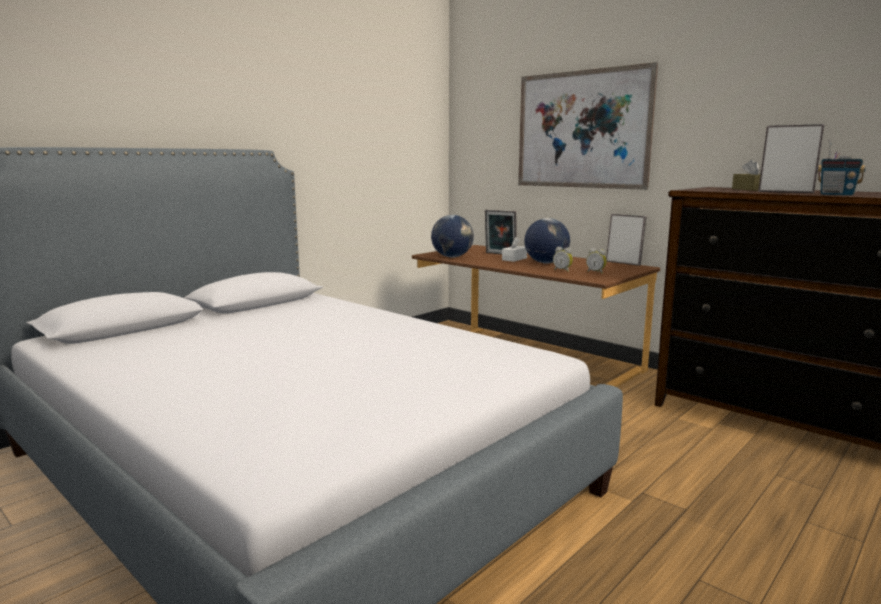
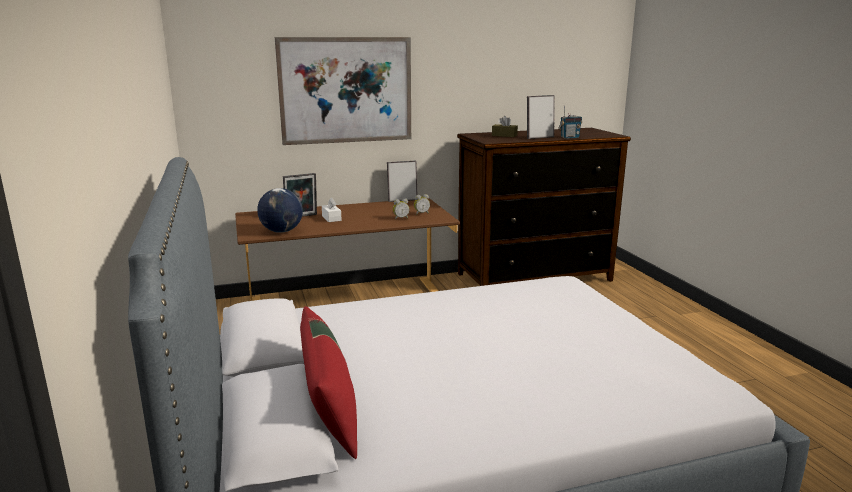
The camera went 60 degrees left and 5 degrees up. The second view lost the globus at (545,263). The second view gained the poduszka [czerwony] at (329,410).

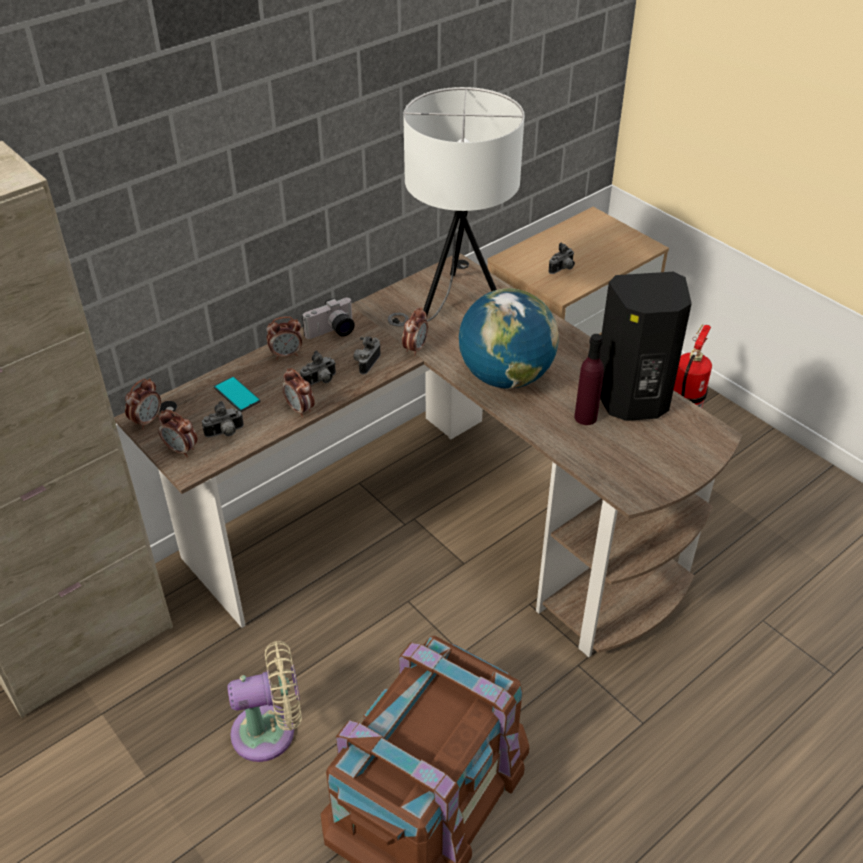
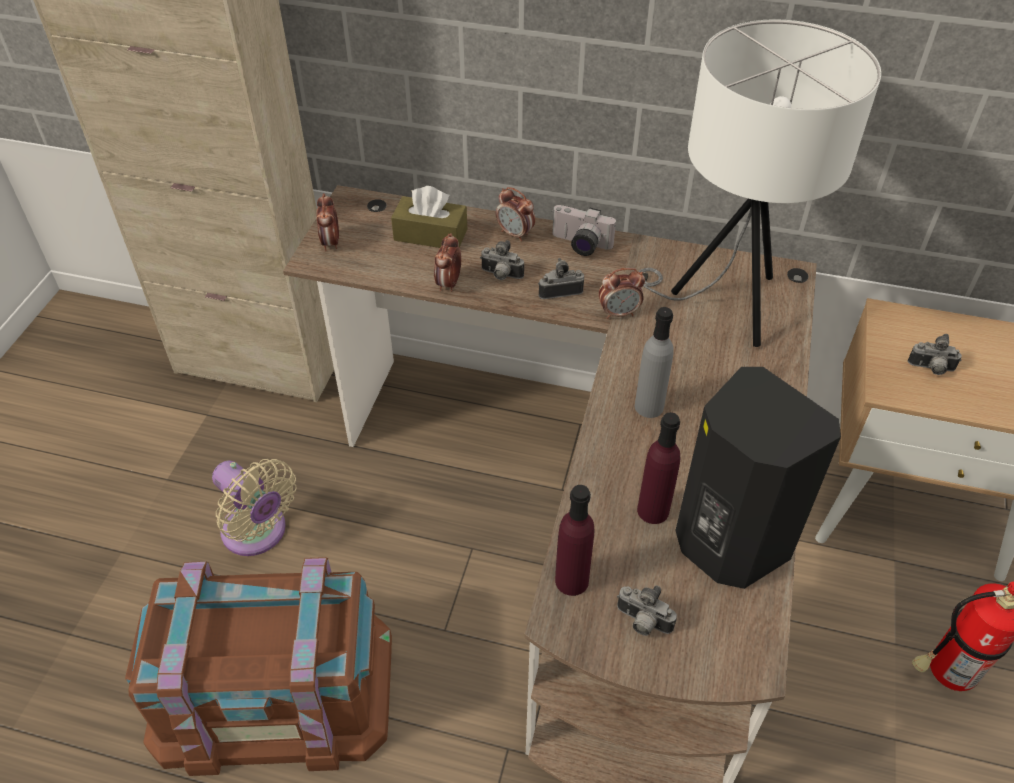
The camera went 55 degrees right and 5 degrees up. Where the globus stood at (505,377), the butelka [szary] came to stand at (649,406). Where the telefon stood at (237,395), the pudełko chusteczek [brązowy] came to stand at (430,235). The second view lost the budzik at (147,421). The aparat fotograficzny ended up elsewhere, having gone from (225,433) to (642,622). The second view gained the butelka [fioletowy] at (571,580).

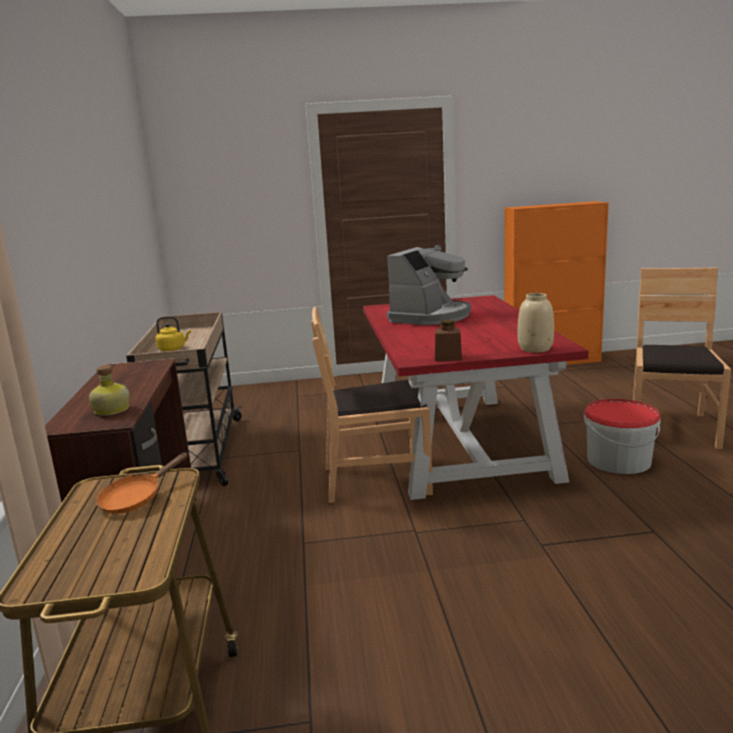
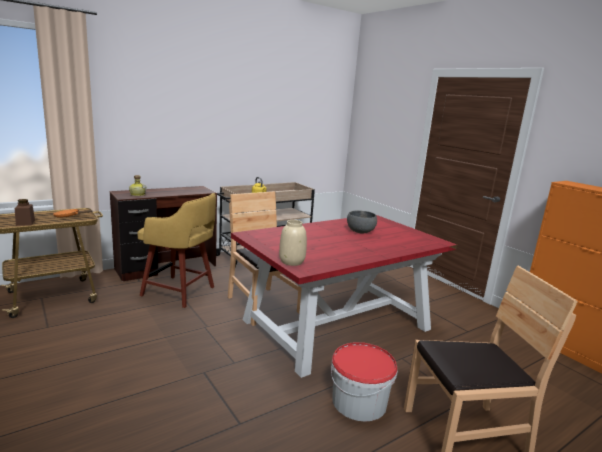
The camera went 60 degrees right and 0 degrees up. Where the ekspres do kawy stood at (430,316), the miska [szary] came to stand at (360,231). The słoik [brązowy] ended up elsewhere, having gone from (448,357) to (25,223). The second view gained the stołek [żółty] at (180,292).

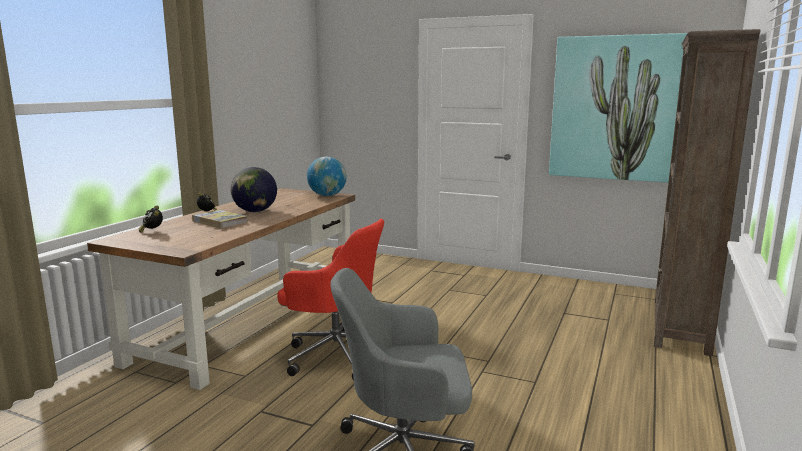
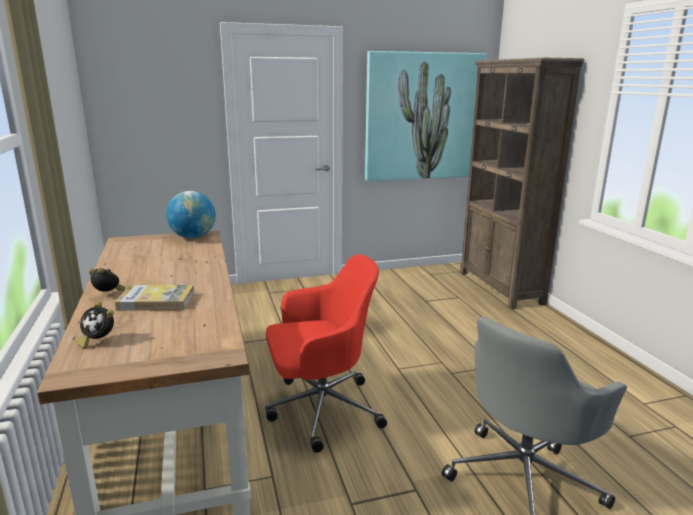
The camera went 40 degrees left and 5 degrees up. The second view lost the globus at (255,211).

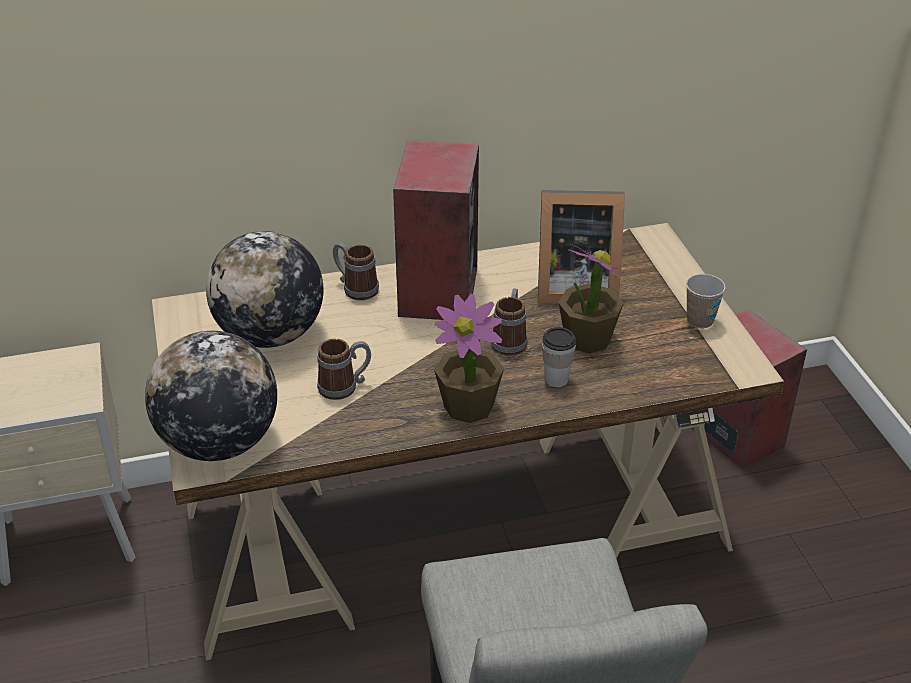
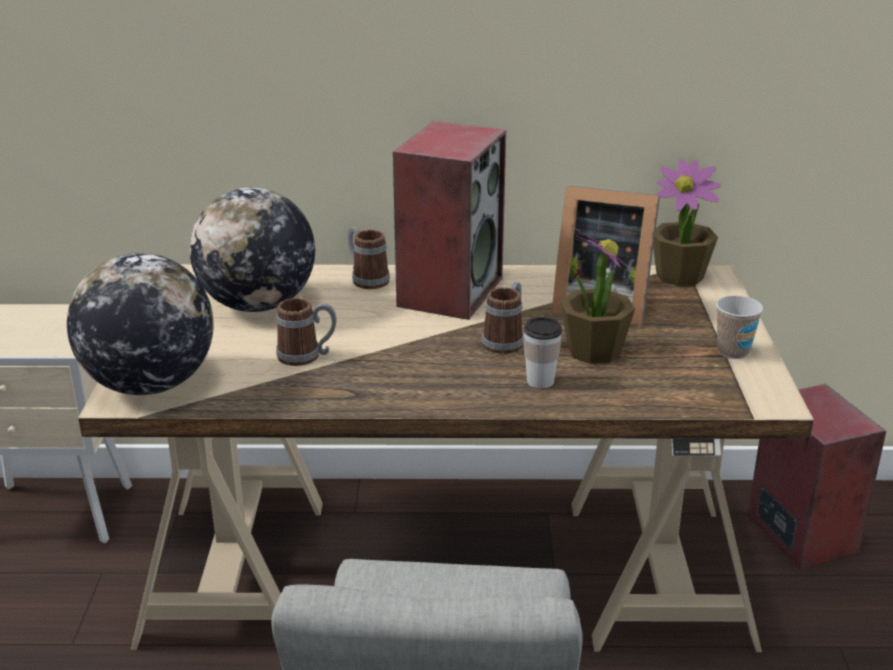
The camera went 15 degrees right and 10 degrees down. The roślina doniczkowa ended up elsewhere, having gone from (469,406) to (680,276).

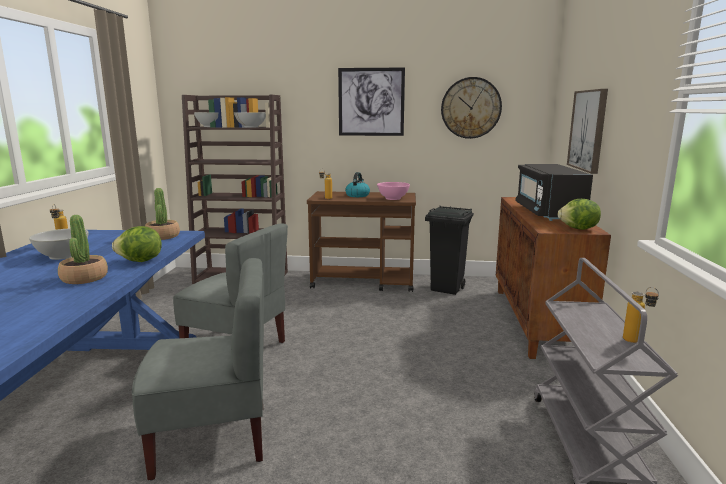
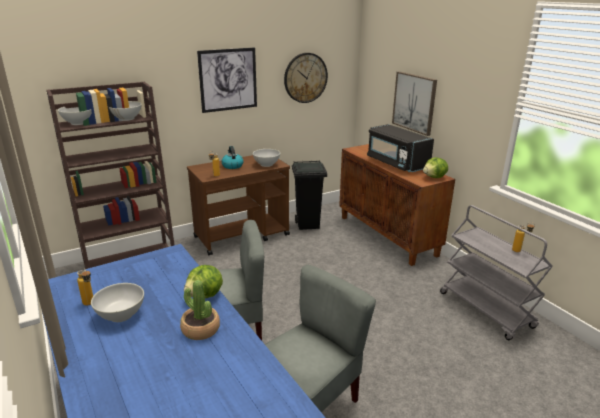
The camera went 35 degrees left and 10 degrees up. What was the miska [różowy] at (393,198) turned into the miska [biały] at (266,164). The second view lost the roślina doniczkowa at (162,236).

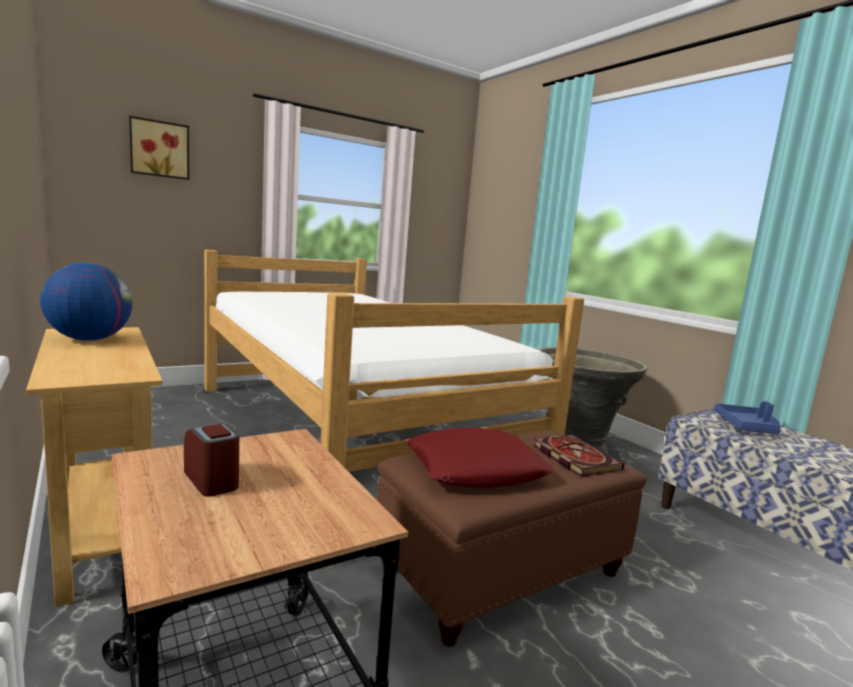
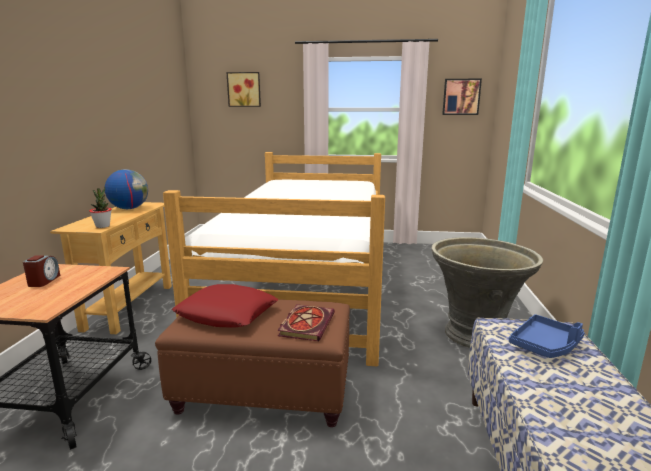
The camera went 40 degrees right and 5 degrees up. The second view gained the obraz at (461,97). The second view gained the roślina doniczkowa at (103,226).

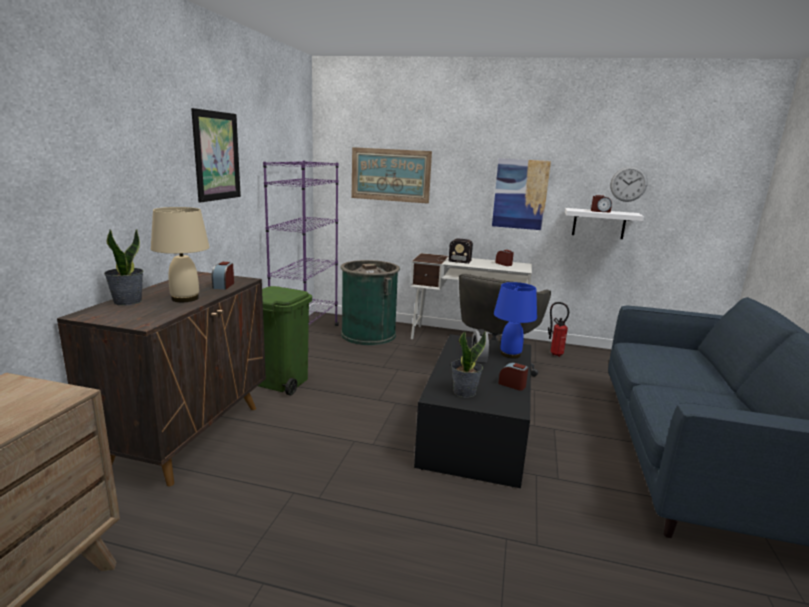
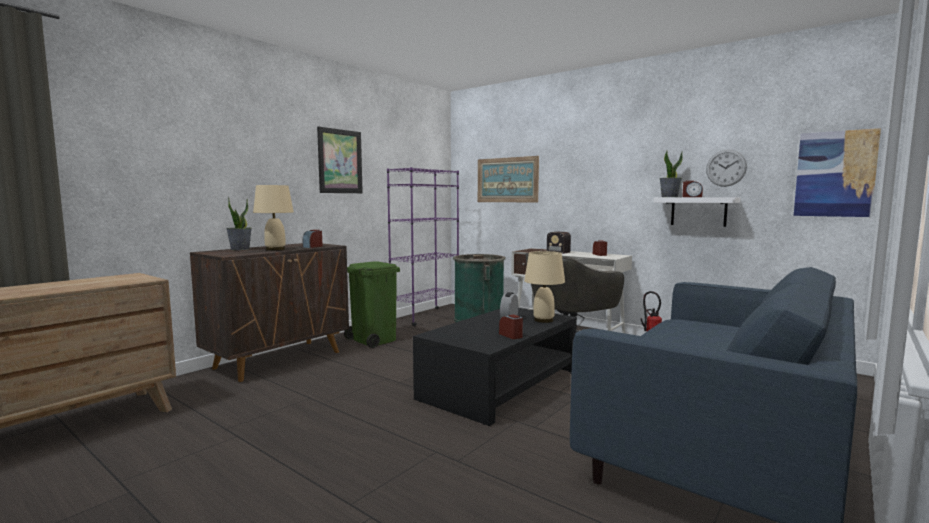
The camera went 25 degrees right and 10 degrees down. The obraz ended up elsewhere, having gone from (520,194) to (835,174). What was the lampa stołowa [niebieski] at (511,354) turned into the lampa stołowa [beżowy] at (544,320). The roślina doniczkowa ended up elsewhere, having gone from (464,392) to (669,197).

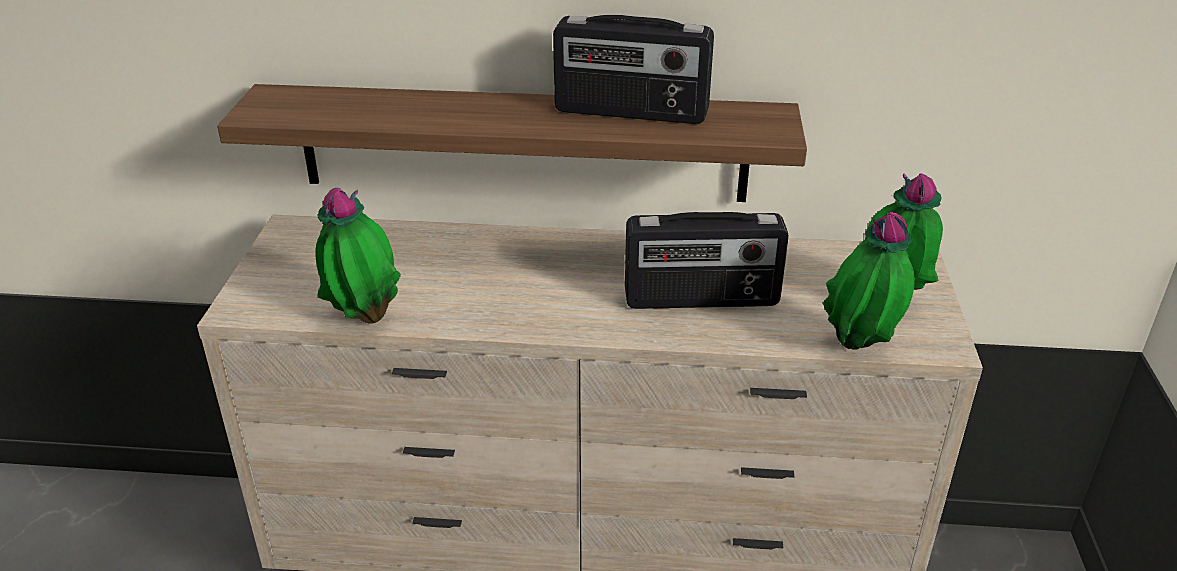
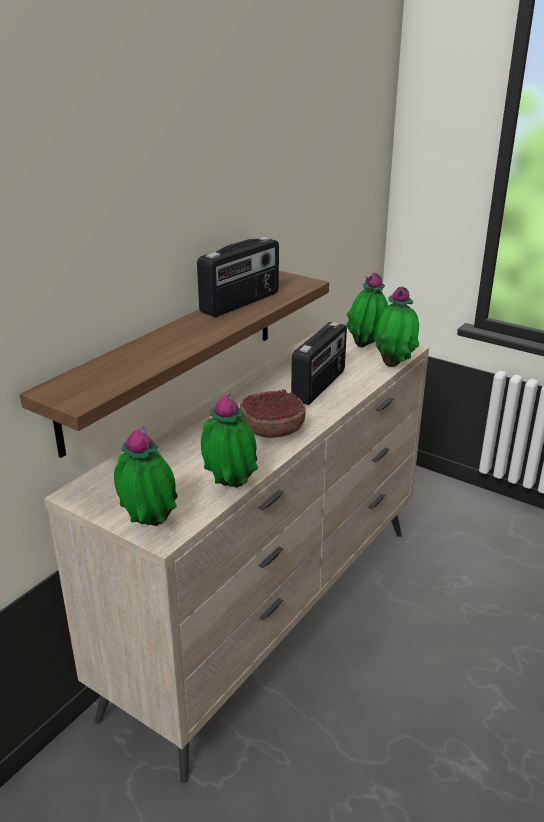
The camera went 60 degrees left and 5 degrees down. The second view gained the miska at (273,429). The second view gained the roślina doniczkowa at (148,526).

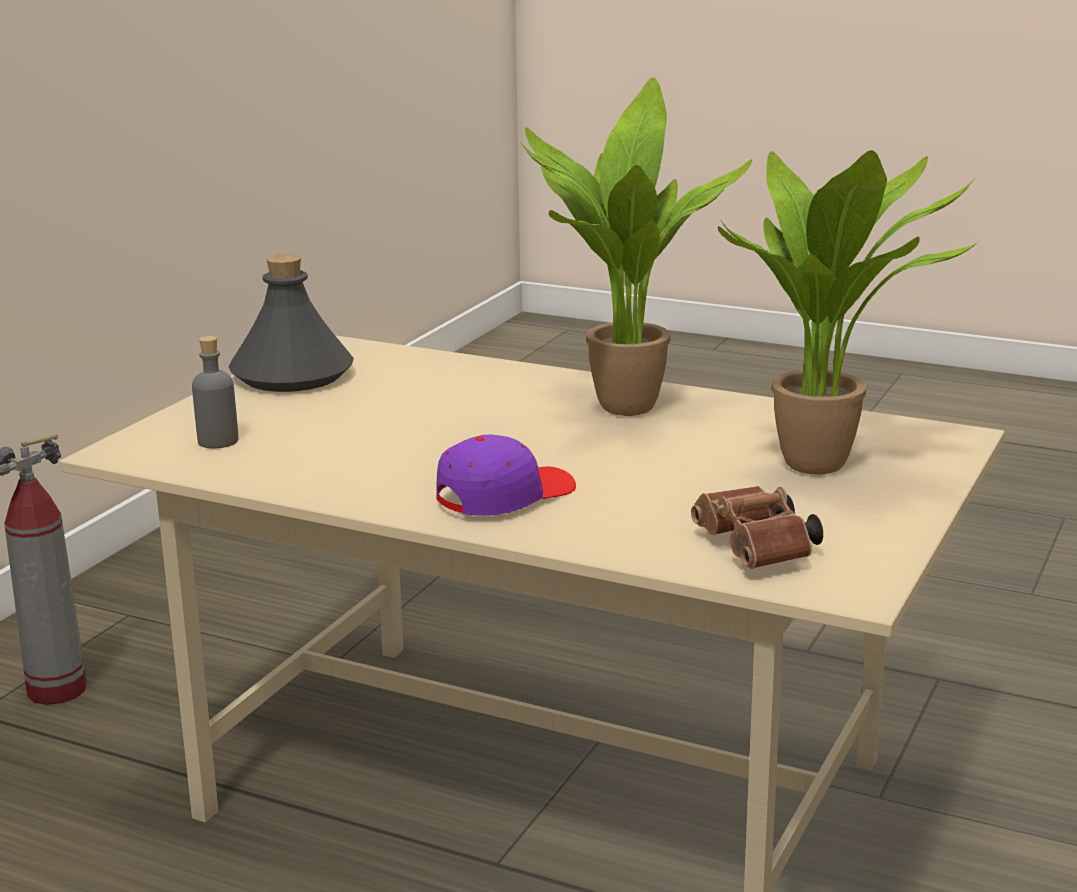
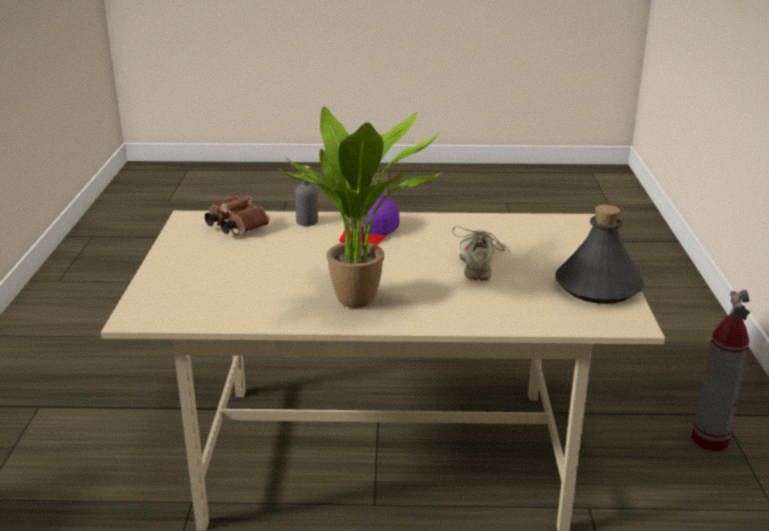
The camera went 155 degrees right and 5 degrees up. The second view lost the roślina doniczkowa at (826,466). The butelka [szary] ended up elsewhere, having gone from (218,441) to (307,221). The second view gained the but [beżowy] at (479,263).

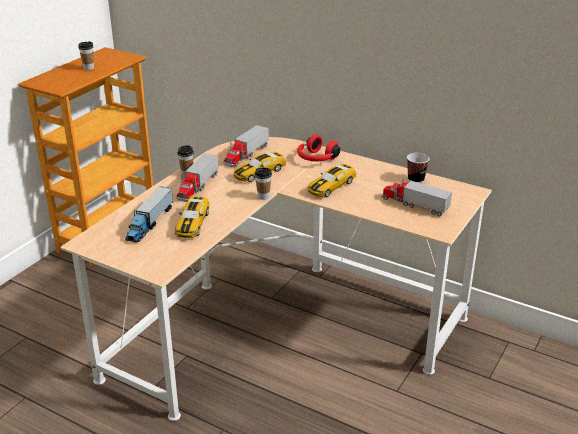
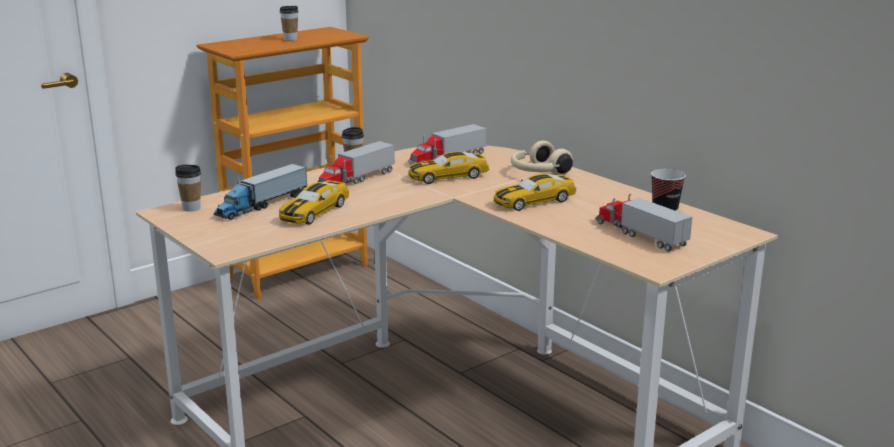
The camera went 20 degrees right and 10 degrees down. What was the słuchawki [czerwony] at (316,159) turned into the słuchawki [beżowy] at (538,173). The filiżanka ended up elsewhere, having gone from (263,196) to (191,208).

